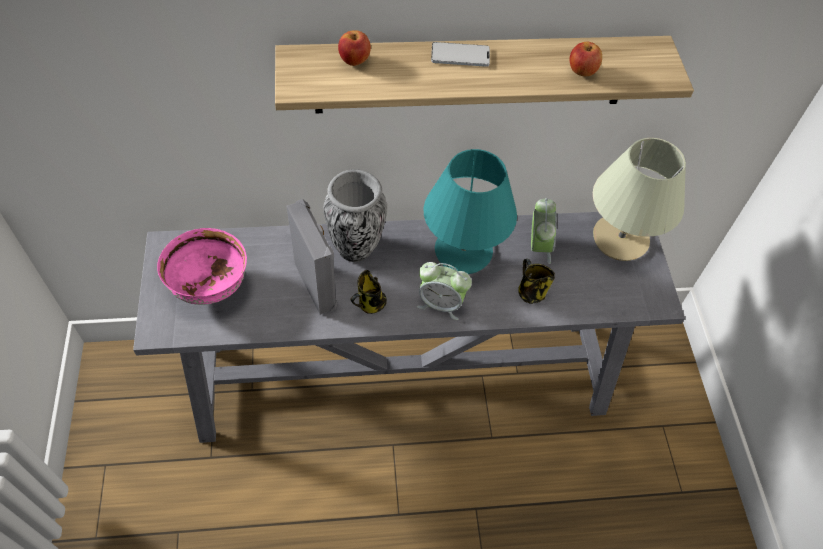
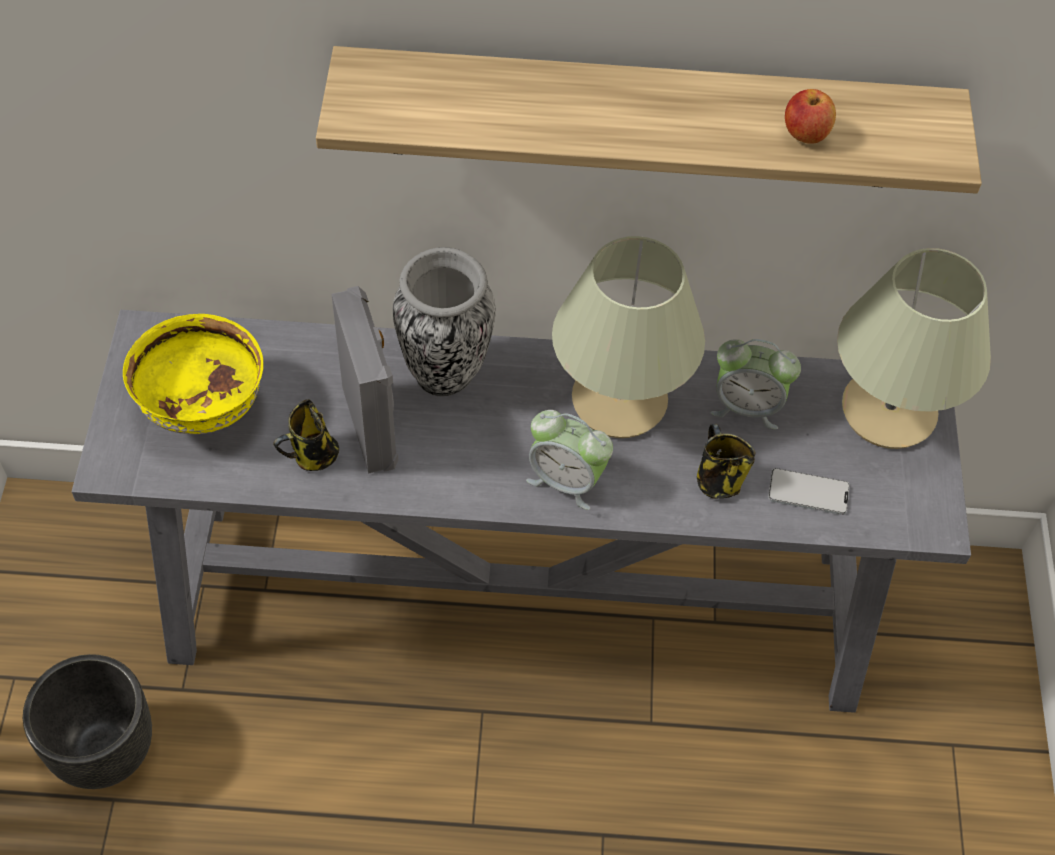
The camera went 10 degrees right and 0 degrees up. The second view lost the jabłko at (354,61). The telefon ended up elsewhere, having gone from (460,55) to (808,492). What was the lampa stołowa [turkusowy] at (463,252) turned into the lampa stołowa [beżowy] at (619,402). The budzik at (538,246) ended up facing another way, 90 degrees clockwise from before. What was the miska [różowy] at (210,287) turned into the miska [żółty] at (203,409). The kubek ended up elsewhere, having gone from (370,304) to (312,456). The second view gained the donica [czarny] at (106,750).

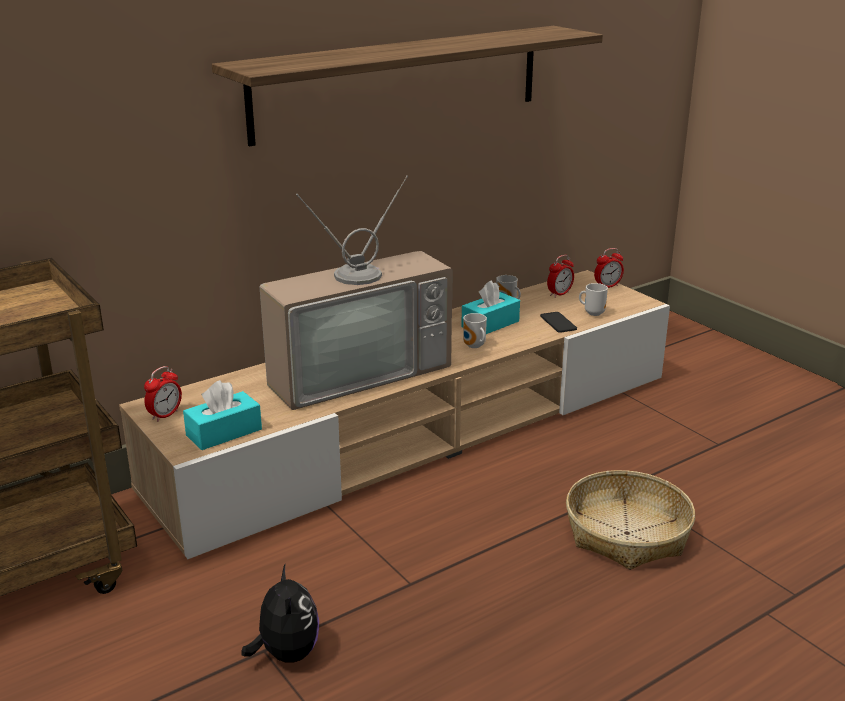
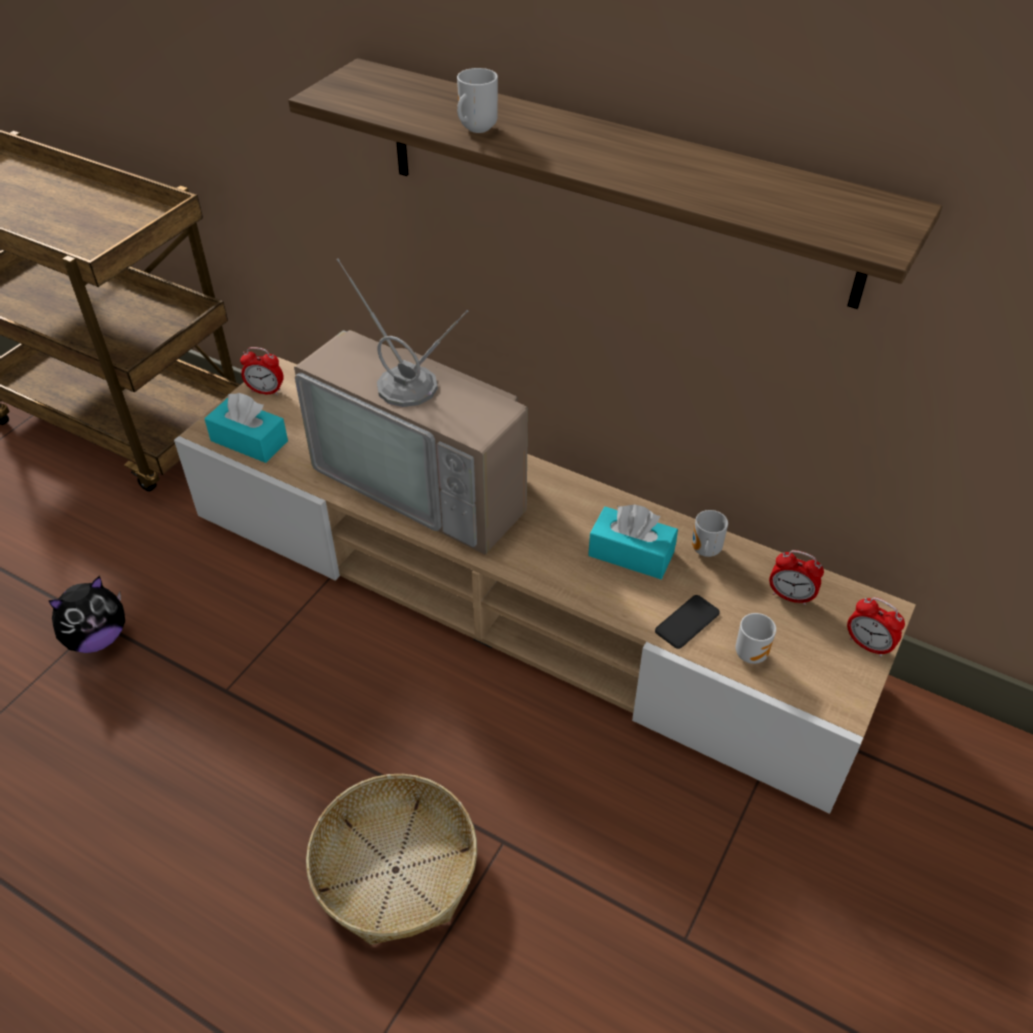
The camera went 65 degrees right and 20 degrees up. The kubek ended up elsewhere, having gone from (474,346) to (475,129).

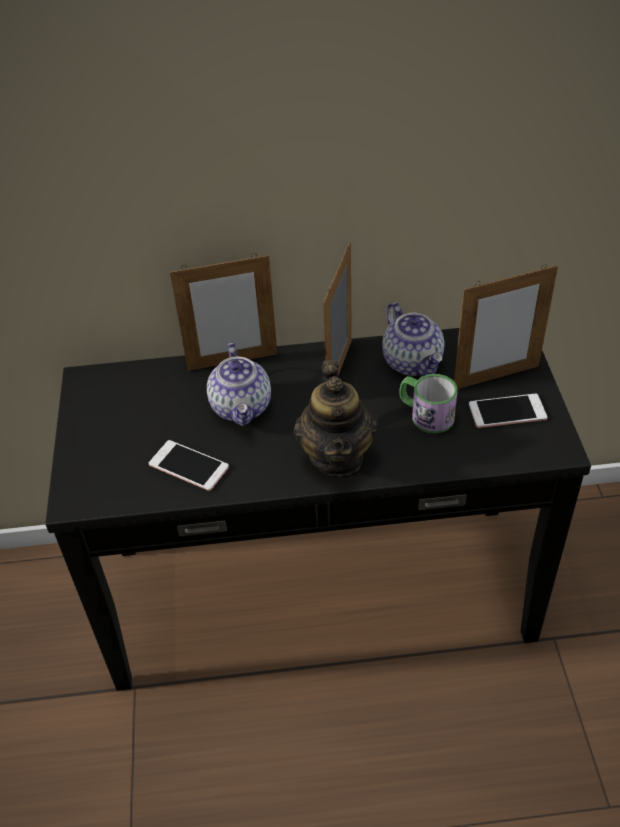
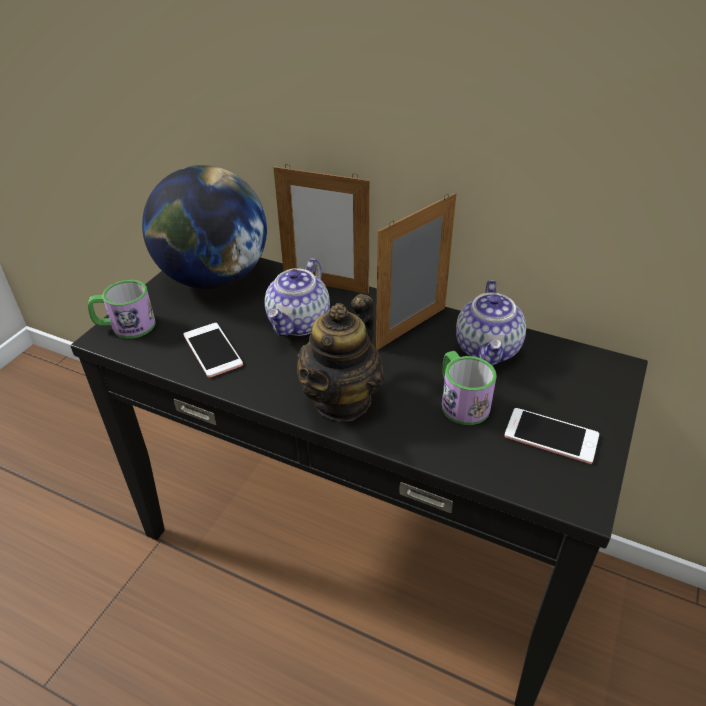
The camera went 30 degrees right and 5 degrees down. The second view lost the ramka na zdjęcie at (496,377). The second view gained the globus at (214,278). The second view gained the kubek at (125,326).

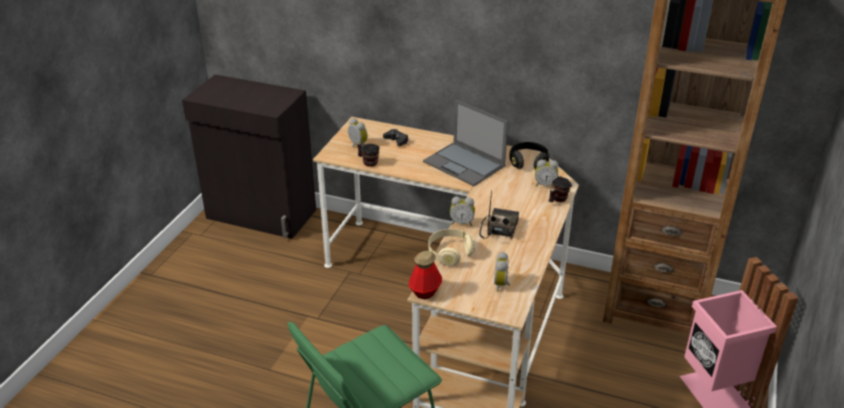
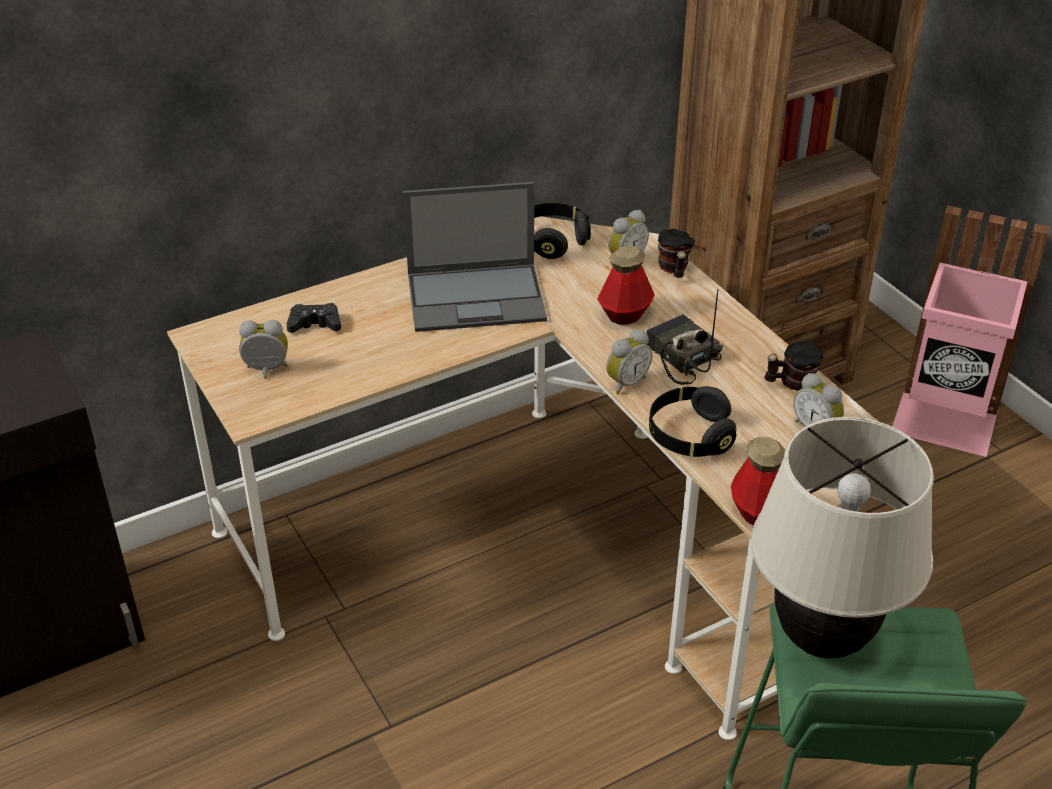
The camera went 50 degrees left and 5 degrees up. The kubek ended up elsewhere, having gone from (368,162) to (790,383). What was the słuchawki [beżowy] at (450,253) turned into the słuchawki [czarny] at (690,436). The second view gained the butelka at (624,315). The second view gained the lampa stołowa [beżowy] at (821,639).

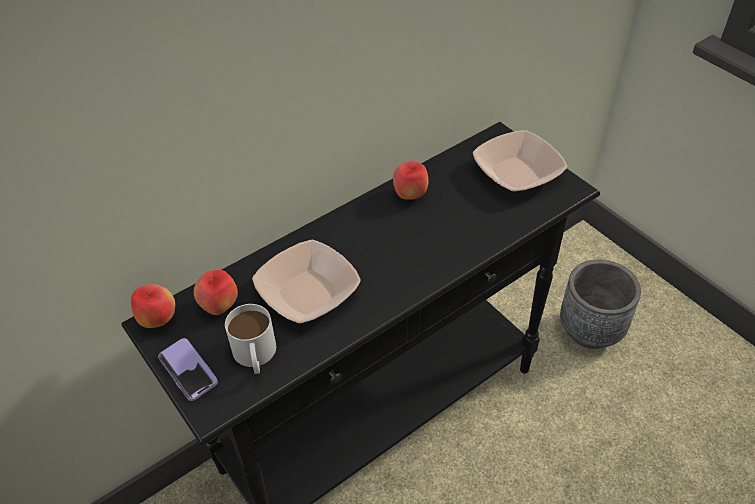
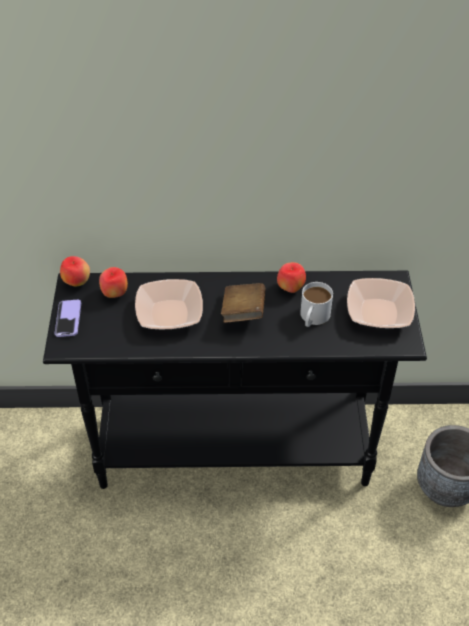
The camera went 35 degrees right and 0 degrees up. The kubek [biały] ended up elsewhere, having gone from (255,356) to (313,318). The second view gained the książka [brązowy] at (243,313).

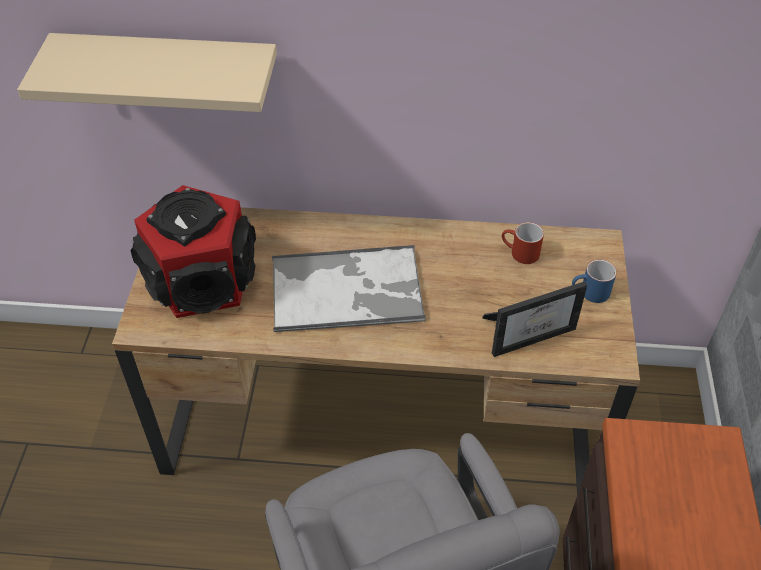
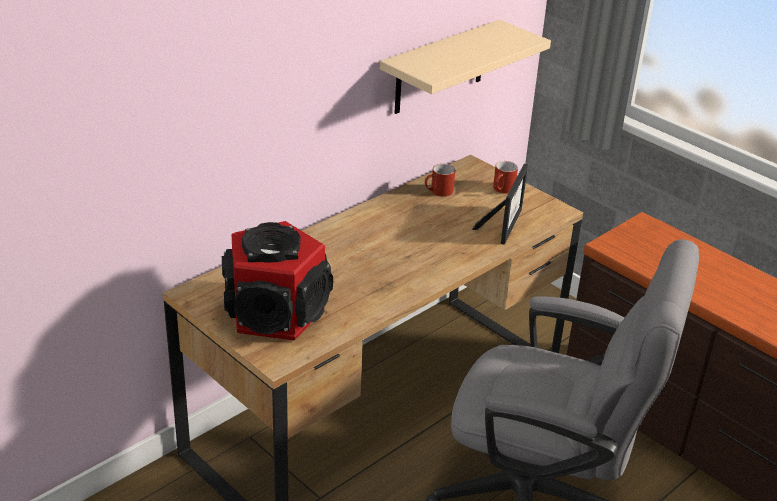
The camera went 50 degrees left and 15 degrees down. The półka [beżowy] ended up elsewhere, having gone from (169,73) to (440,68). The second view lost the taca at (348,290). What was the kubek [niebieski] at (590,293) turned into the kubek [czerwony] at (502,190).

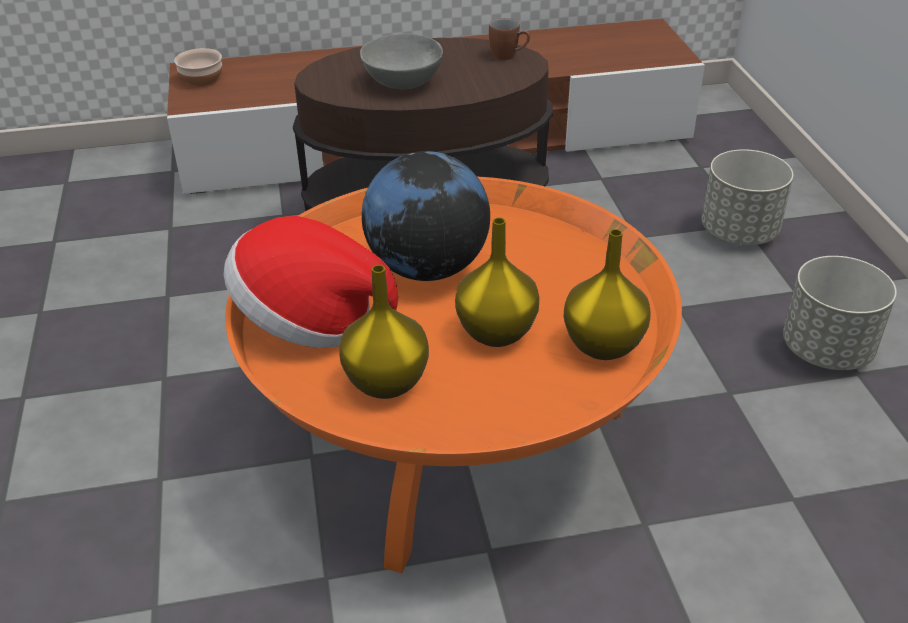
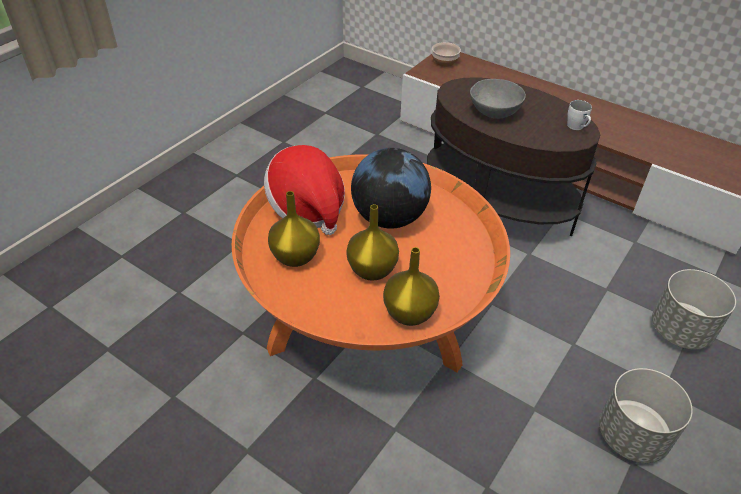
The camera went 45 degrees right and 5 degrees up. What was the kubek [brązowy] at (509,56) turned into the kubek [biały] at (577,128).

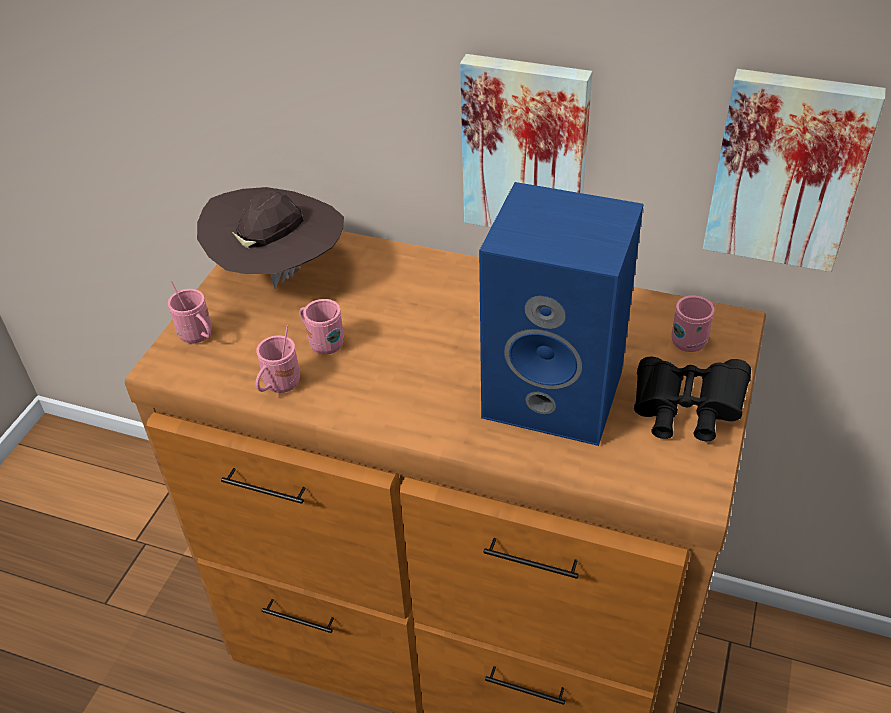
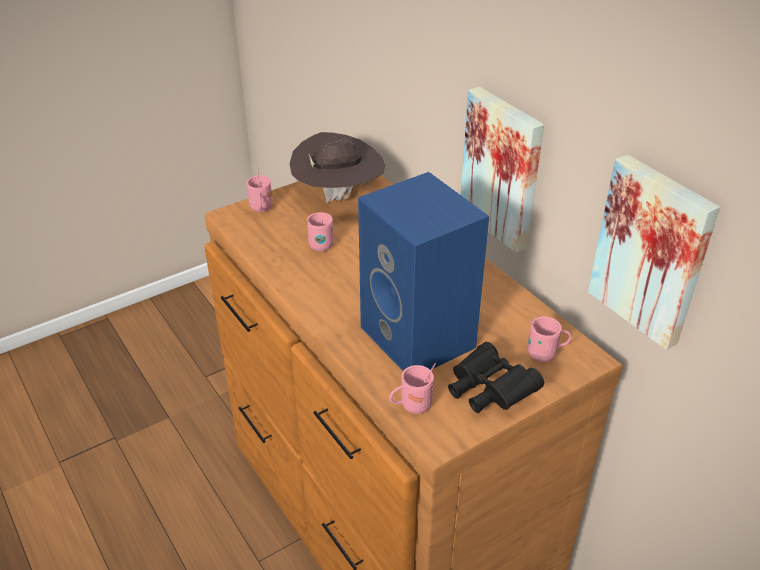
The camera went 35 degrees right and 5 degrees down. The kubek [różowy] ended up elsewhere, having gone from (279,387) to (411,406).

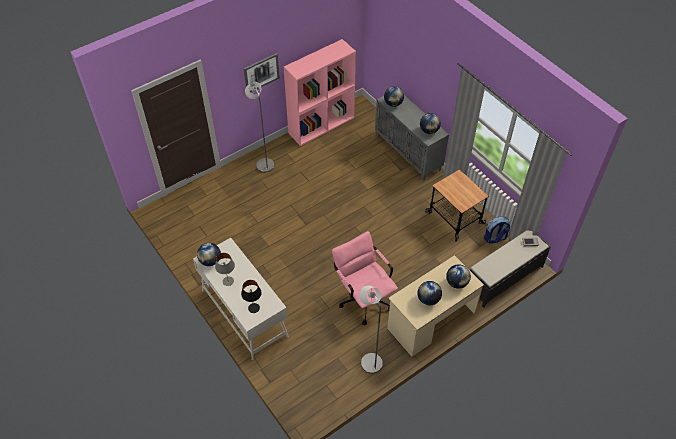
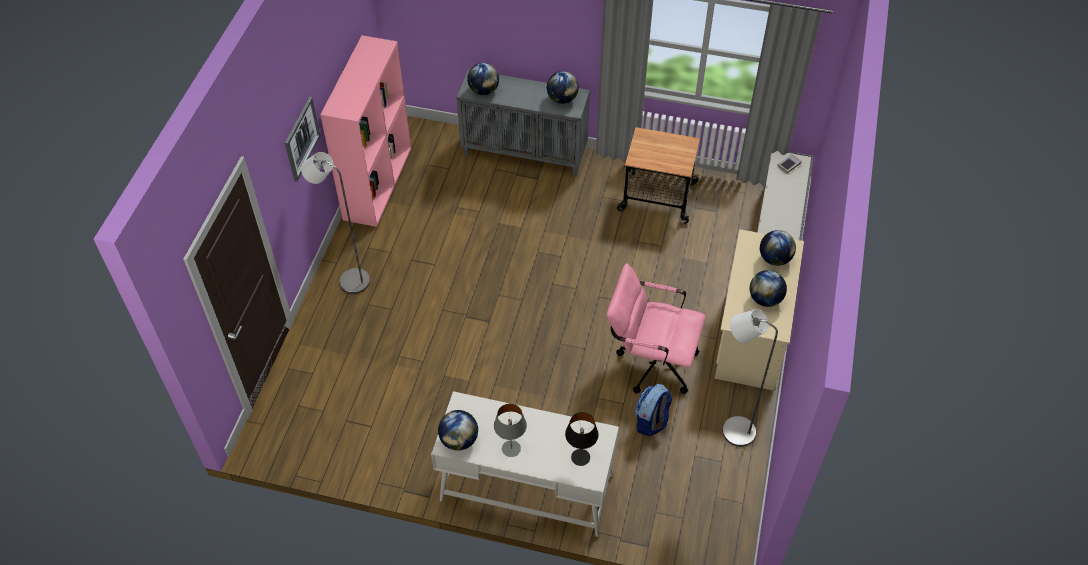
The camera went 40 degrees left and 0 degrees up. The plecak ended up elsewhere, having gone from (494,238) to (651,421).

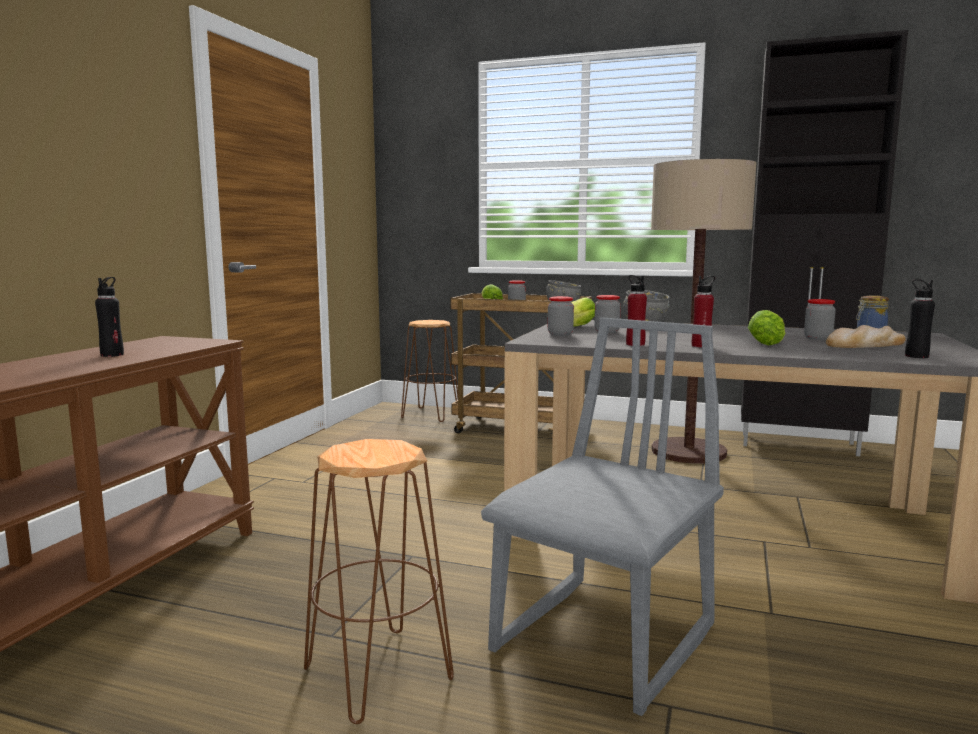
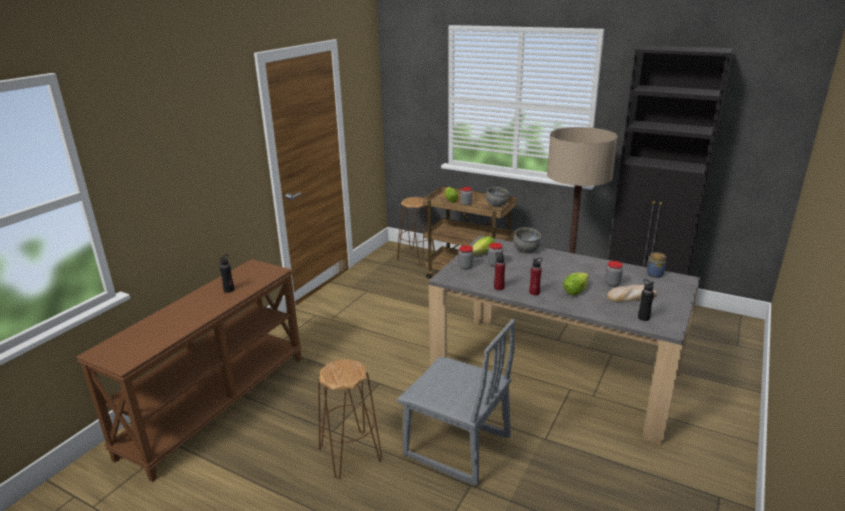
The camera went 10 degrees right and 15 degrees up. The krzesło [szary] at (606,641) ended up facing another way, 75 degrees clockwise from before.

